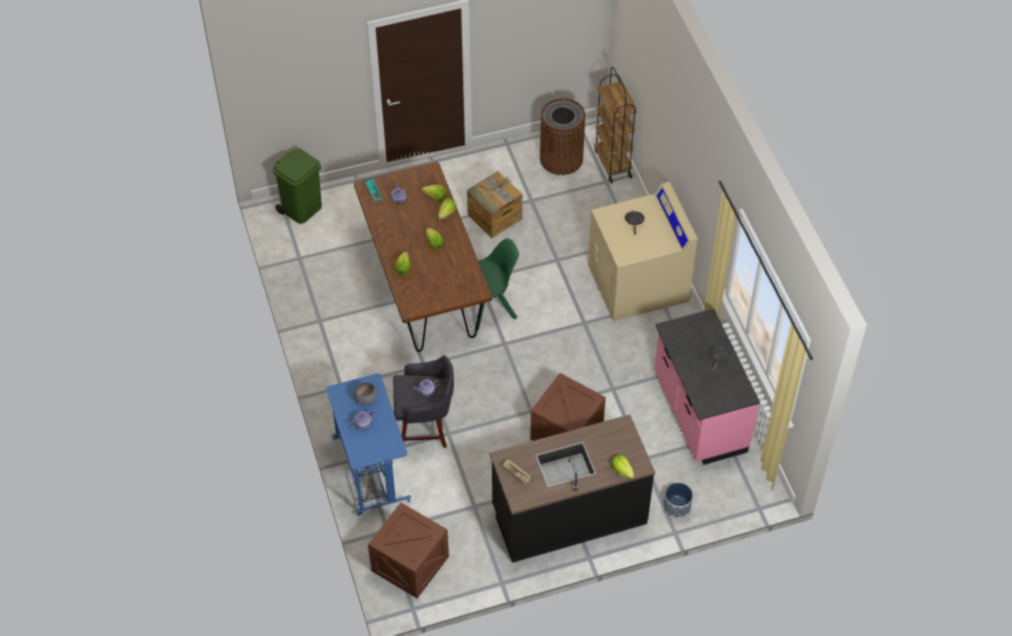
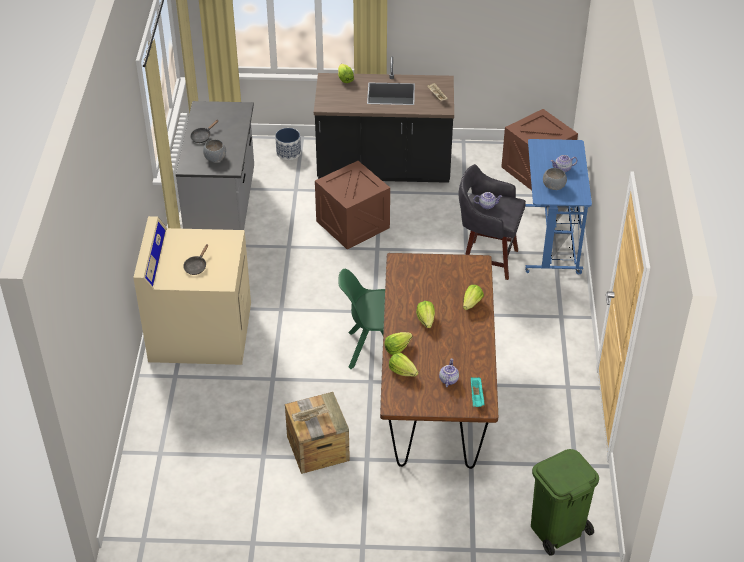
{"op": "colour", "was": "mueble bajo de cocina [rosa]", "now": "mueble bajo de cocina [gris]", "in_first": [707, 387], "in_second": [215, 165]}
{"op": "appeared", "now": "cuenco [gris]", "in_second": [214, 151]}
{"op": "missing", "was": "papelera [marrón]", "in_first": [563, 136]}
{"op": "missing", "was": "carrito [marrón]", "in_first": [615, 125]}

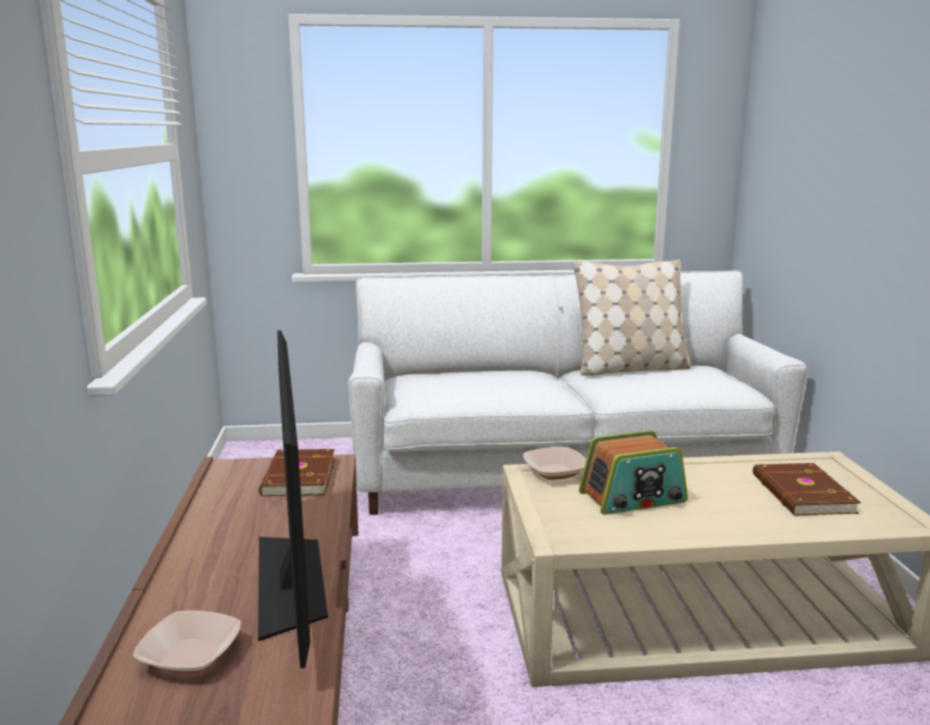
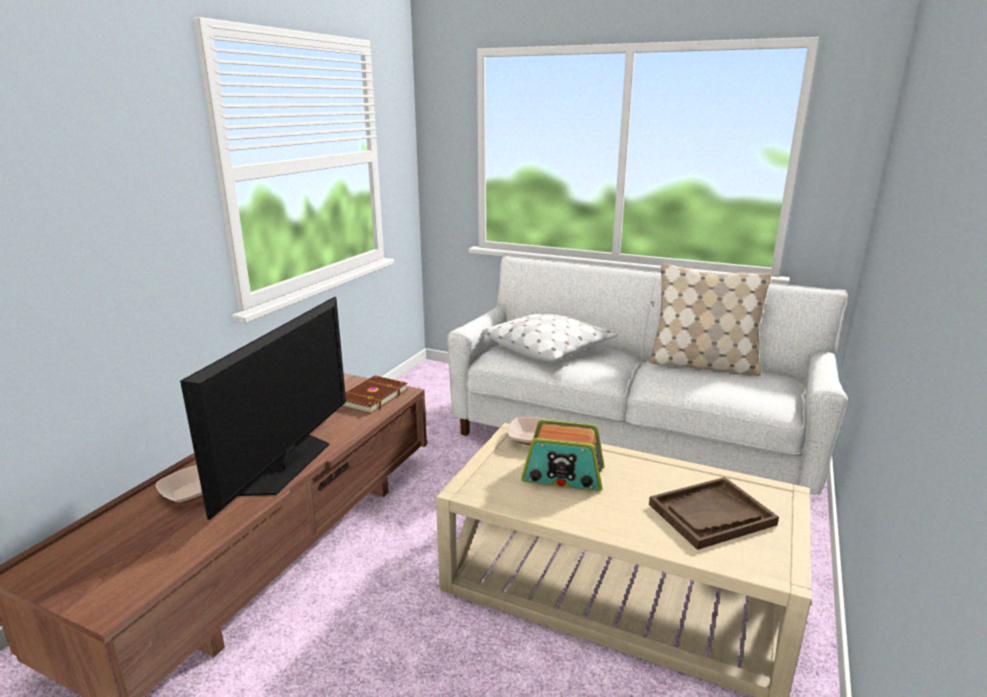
{"op": "appeared", "now": "cojín [blanco]", "in_second": [550, 337]}
{"op": "exchanged", "was": "libro [marrón]", "now": "bandeja [marrón]", "in_first": [807, 489], "in_second": [714, 513]}

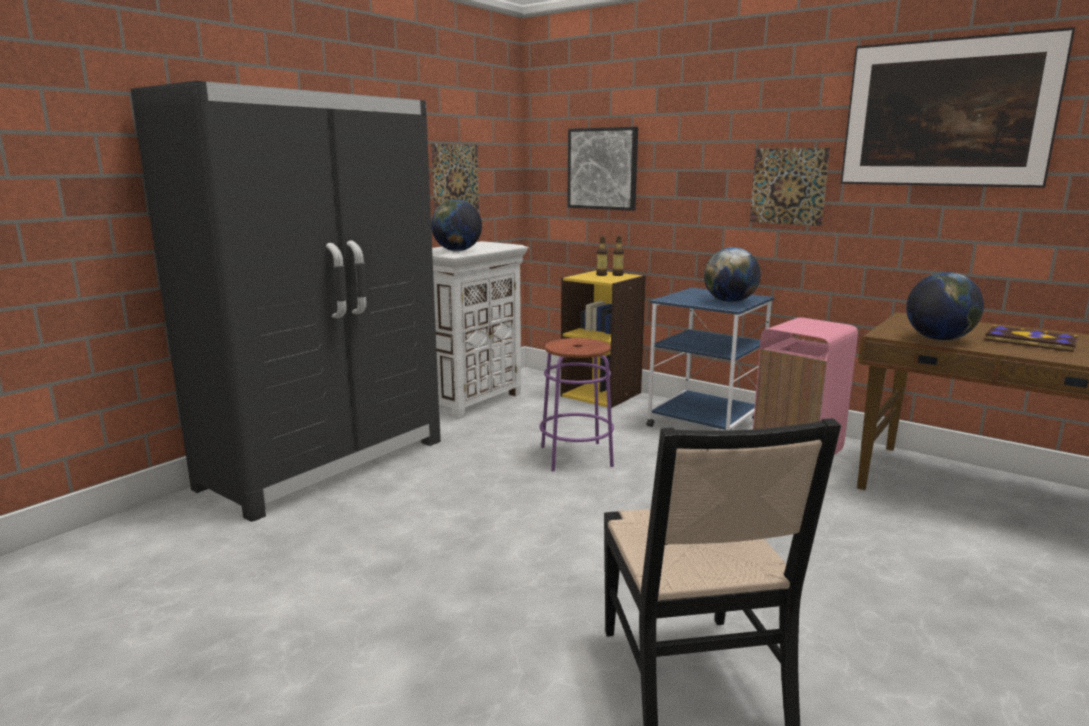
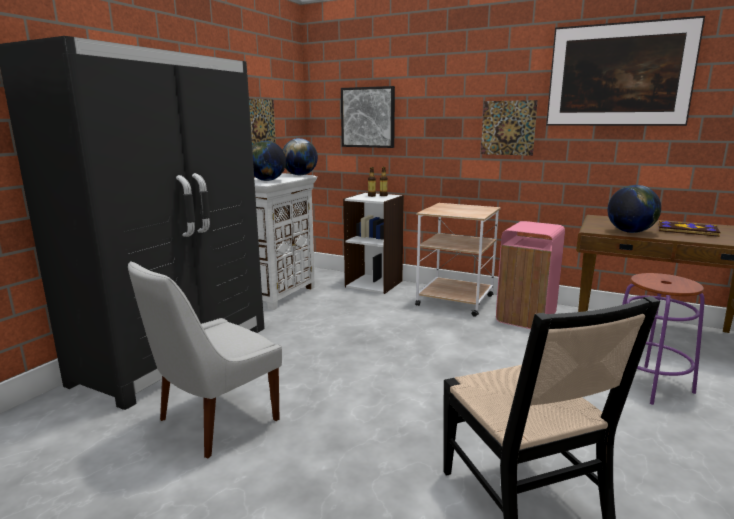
{"op": "appeared", "now": "silla [blanco]", "in_second": [205, 359]}
{"op": "relocated", "was": "globo terráqueo", "in_first": [732, 274], "in_second": [300, 156]}
{"op": "colour", "was": "estantería [amarillo]", "now": "estantería [blanco]", "in_first": [603, 339], "in_second": [373, 243]}
{"op": "colour", "was": "carrito [azul]", "now": "carrito [beis]", "in_first": [710, 358], "in_second": [458, 260]}
{"op": "relocated", "was": "taburete [morado]", "in_first": [576, 404], "in_second": [663, 339]}

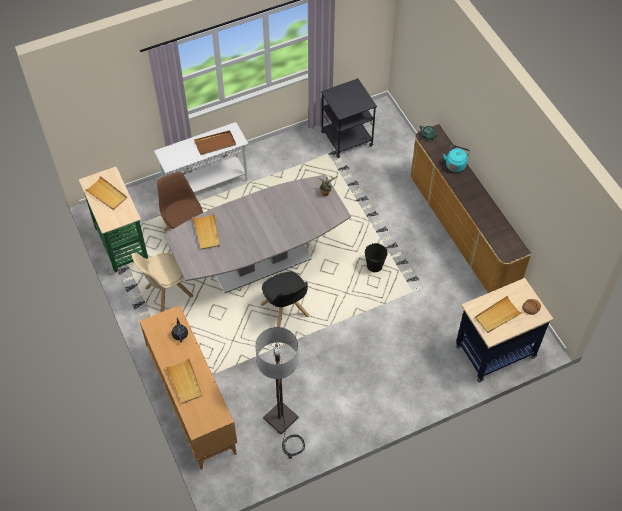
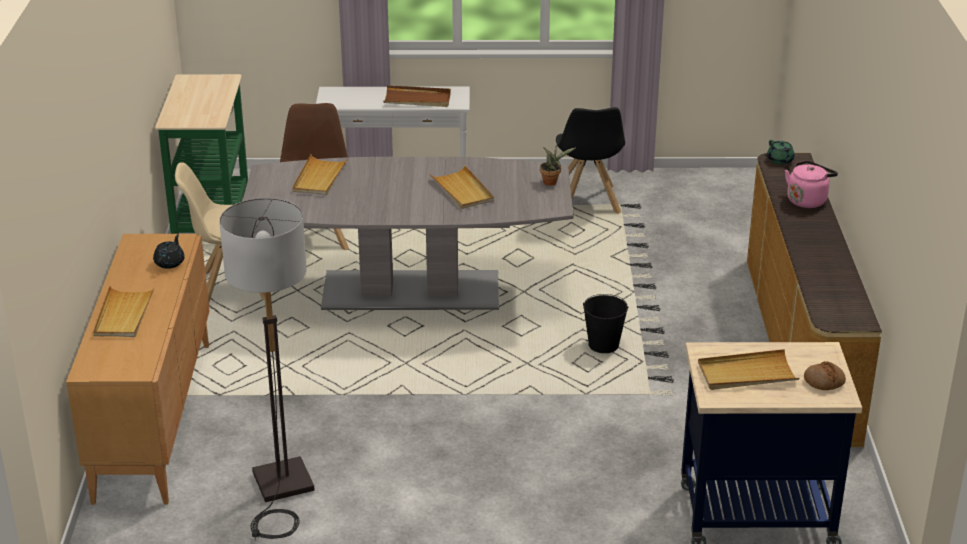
{"op": "relocated", "was": "bandeja [beis]", "in_first": [105, 193], "in_second": [461, 187]}
{"op": "relocated", "was": "silla [negro]", "in_first": [285, 299], "in_second": [590, 160]}
{"op": "colour", "was": "hervidor [turquesa]", "now": "hervidor [rosa]", "in_first": [456, 158], "in_second": [811, 184]}
{"op": "missing", "was": "carrito [negro]", "in_first": [349, 118]}

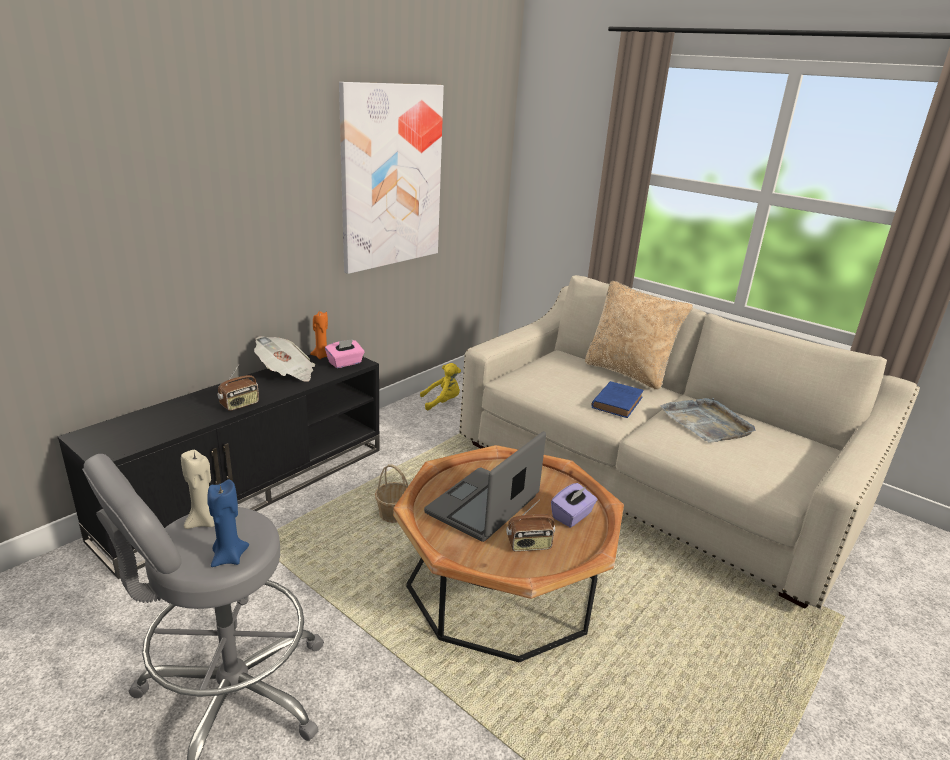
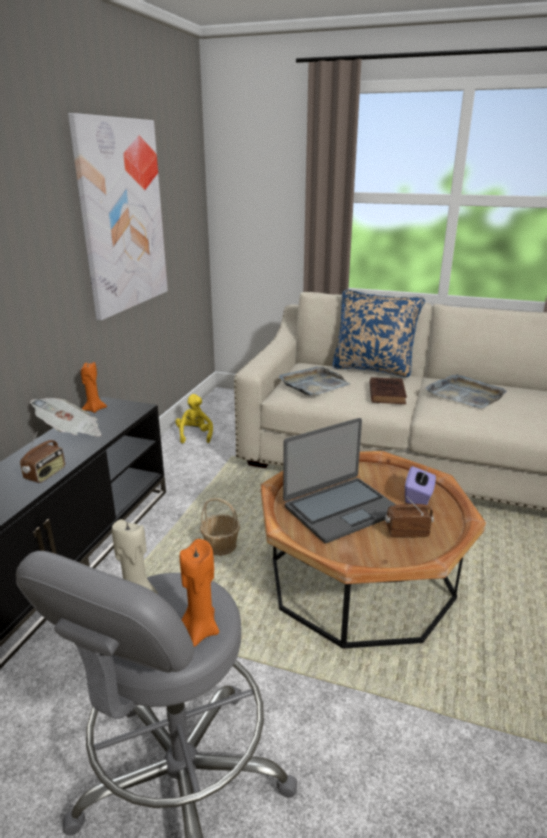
{"op": "spun", "was": "peluche [amarillo]", "in_first": [440, 386], "in_second": [194, 418], "clockwise": -60}
{"op": "colour", "was": "vela [azul]", "now": "vela [naranja]", "in_first": [228, 523], "in_second": [199, 593]}
{"op": "appeared", "now": "bandeja [gris]", "in_second": [315, 381]}
{"op": "spun", "was": "portátil", "in_first": [485, 486], "in_second": [339, 480], "clockwise": -135}
{"op": "colour", "was": "cojín [beis]", "now": "cojín [azul]", "in_first": [639, 335], "in_second": [379, 333]}
{"op": "colour", "was": "libro [azul]", "now": "libro [marrón]", "in_first": [617, 399], "in_second": [388, 390]}
{"op": "spun", "was": "radio", "in_first": [530, 526], "in_second": [409, 517], "clockwise": -150}
{"op": "missing", "was": "caja de pañuelos [rosa]", "in_first": [345, 353]}

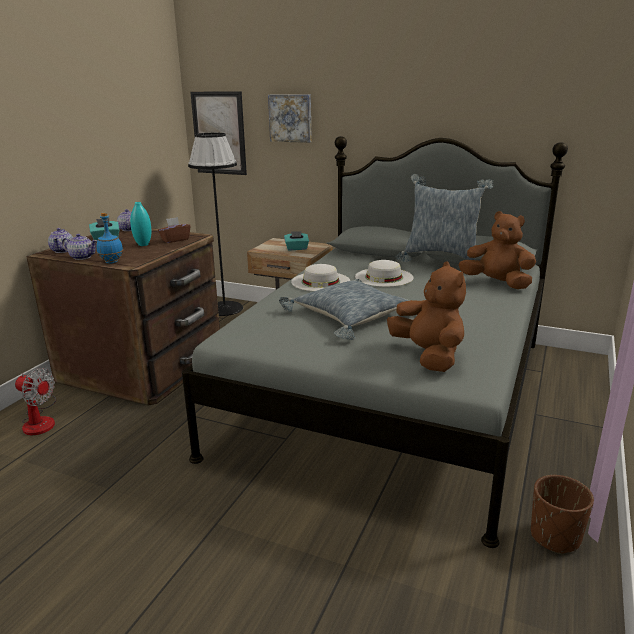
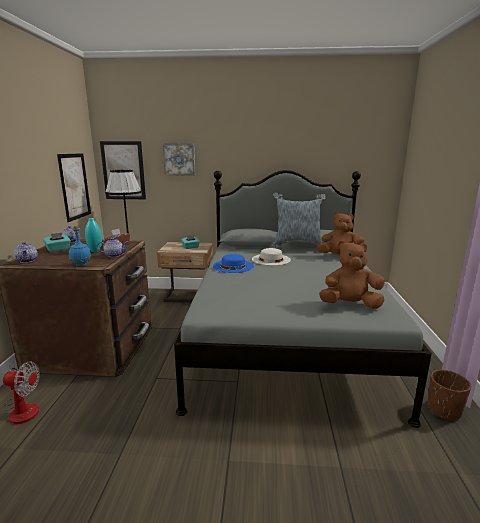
{"op": "appeared", "now": "cuadro", "in_second": [74, 187]}
{"op": "relocated", "was": "tetera", "in_first": [79, 247], "in_second": [112, 247]}
{"op": "colour", "was": "sombrero [blanco]", "now": "sombrero [azul]", "in_first": [320, 277], "in_second": [233, 263]}
{"op": "spun", "was": "peluche [marrón]", "in_first": [426, 316], "in_second": [352, 275], "clockwise": -45}
{"op": "missing", "was": "cojín", "in_first": [344, 309]}

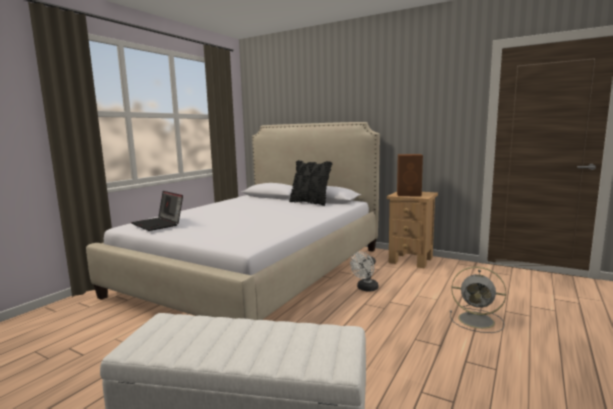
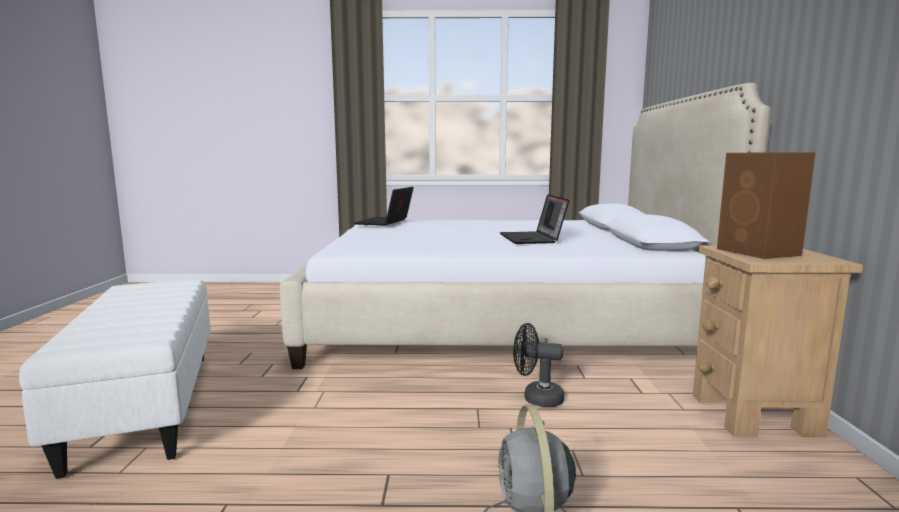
{"op": "appeared", "now": "portátil", "in_second": [534, 219]}
{"op": "colour", "was": "ventilador [blanco]", "now": "ventilador [negro]", "in_first": [364, 271], "in_second": [538, 365]}
{"op": "missing", "was": "cojín [negro]", "in_first": [310, 183]}

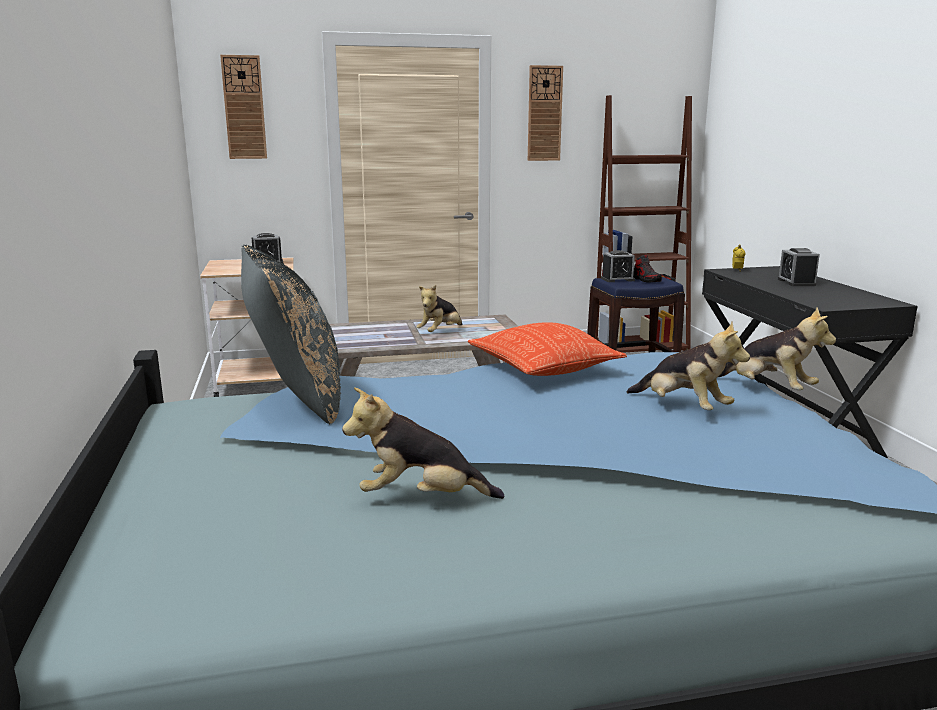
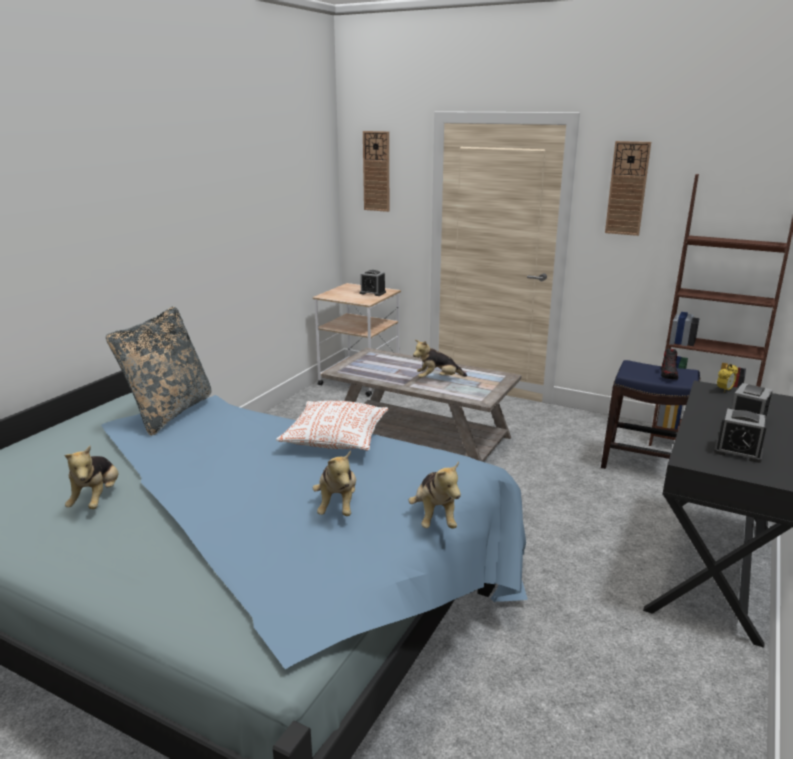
{"op": "spun", "was": "peluche", "in_first": [423, 443], "in_second": [92, 477], "clockwise": -135}
{"op": "colour", "was": "cojín [naranja]", "now": "cojín [blanco]", "in_first": [547, 349], "in_second": [332, 425]}
{"op": "relocated", "was": "despertador", "in_first": [618, 266], "in_second": [740, 435]}

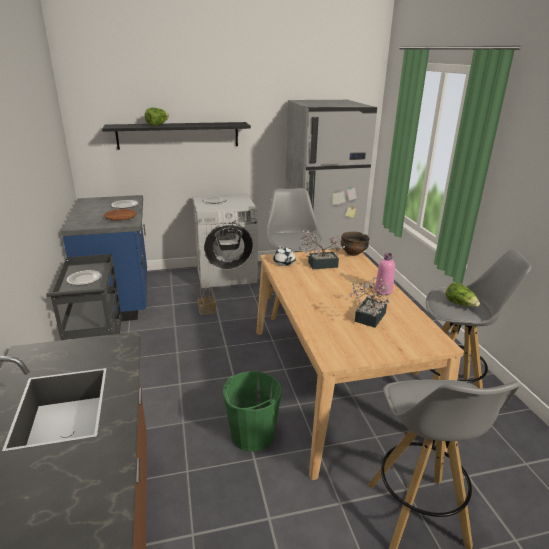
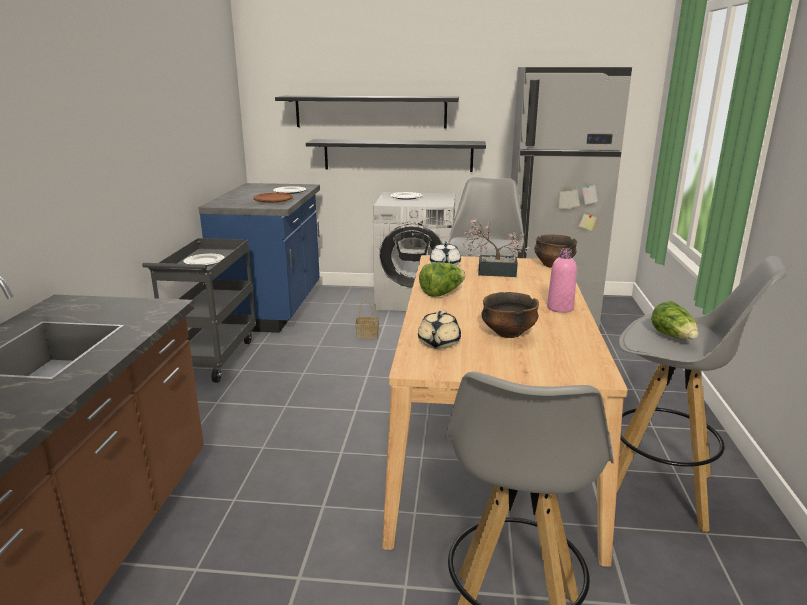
{"op": "appeared", "now": "estante [negro]", "in_second": [396, 155]}
{"op": "appeared", "now": "tetera [beis]", "in_second": [439, 330]}
{"op": "relocated", "was": "lechuga", "in_first": [156, 117], "in_second": [442, 279]}
{"op": "exchanged", "was": "planta en maceta", "now": "cuenco", "in_first": [370, 302], "in_second": [510, 315]}
{"op": "missing", "was": "cubo [verde]", "in_first": [252, 411]}

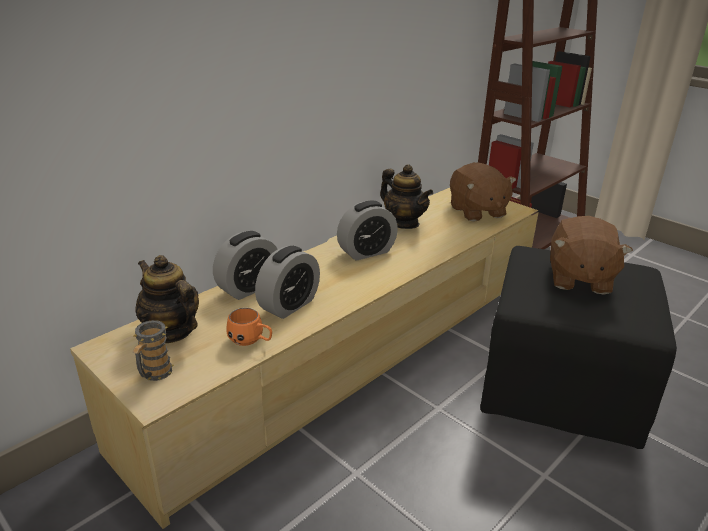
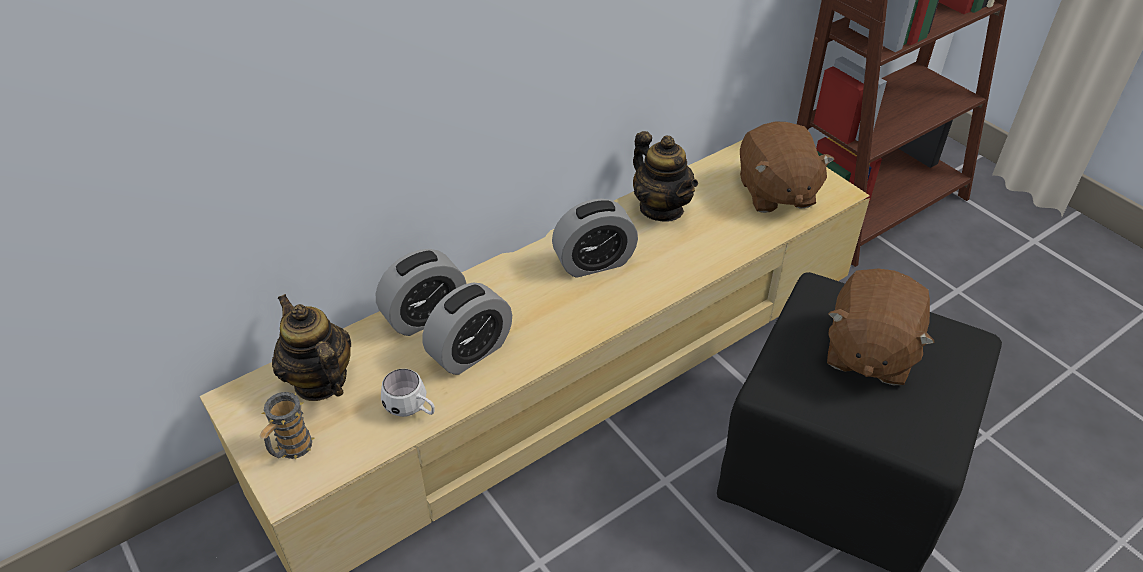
{"op": "colour", "was": "taza grande [naranja]", "now": "taza grande [blanco]", "in_first": [249, 327], "in_second": [408, 393]}

